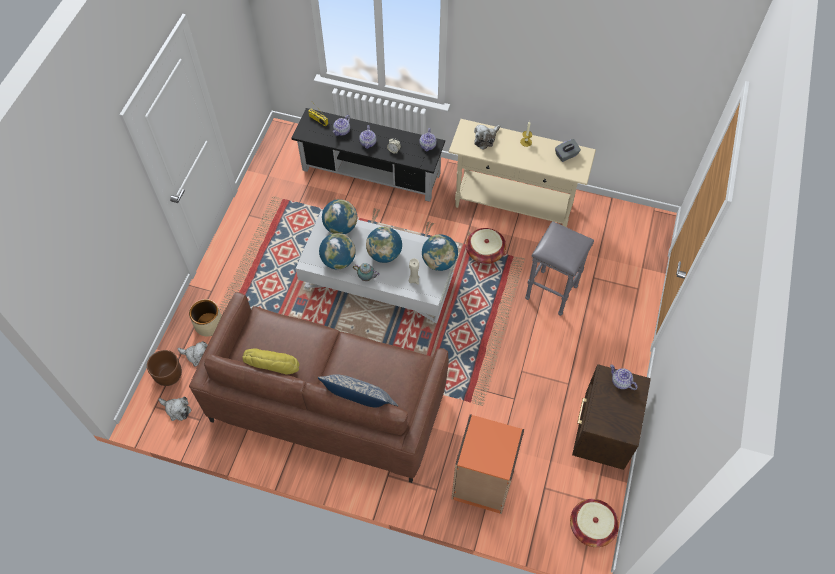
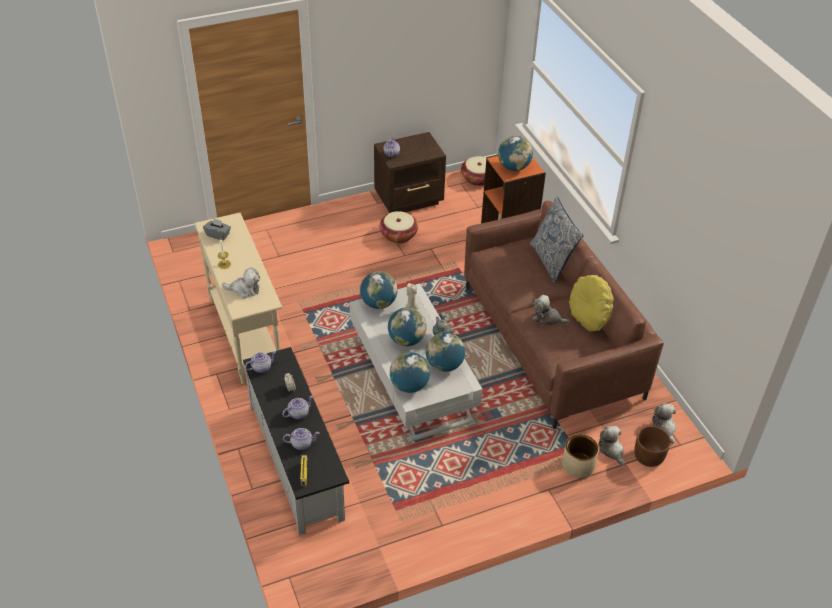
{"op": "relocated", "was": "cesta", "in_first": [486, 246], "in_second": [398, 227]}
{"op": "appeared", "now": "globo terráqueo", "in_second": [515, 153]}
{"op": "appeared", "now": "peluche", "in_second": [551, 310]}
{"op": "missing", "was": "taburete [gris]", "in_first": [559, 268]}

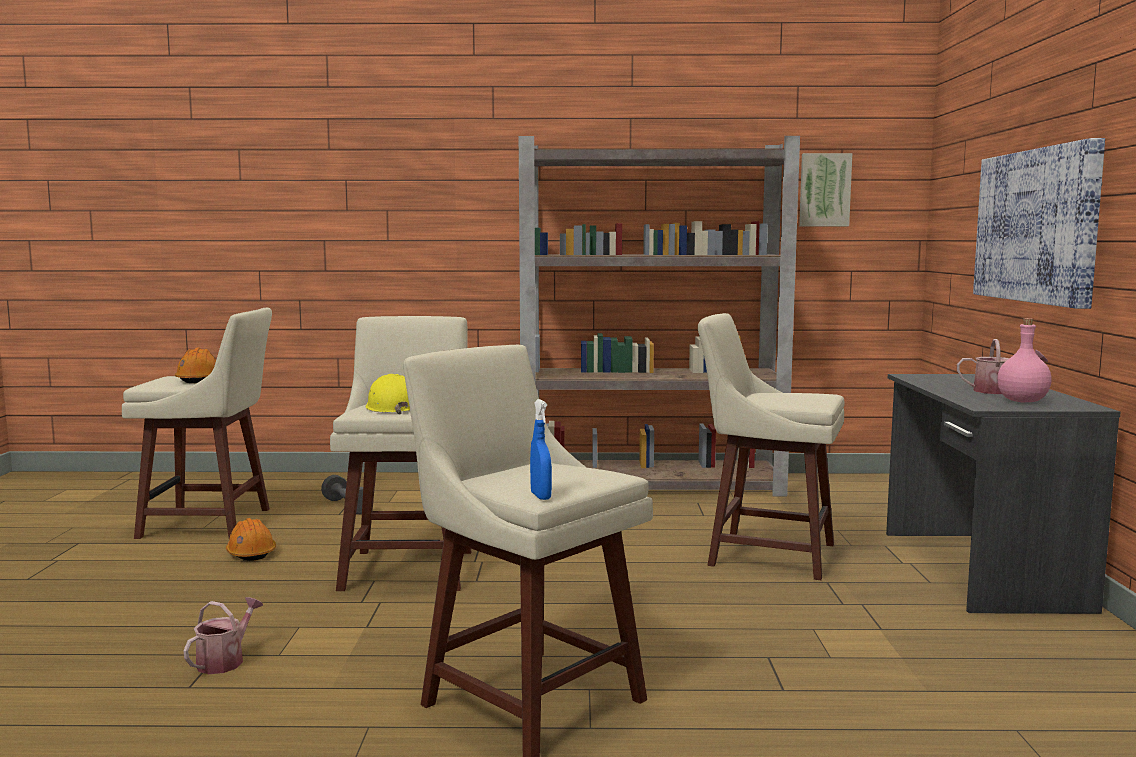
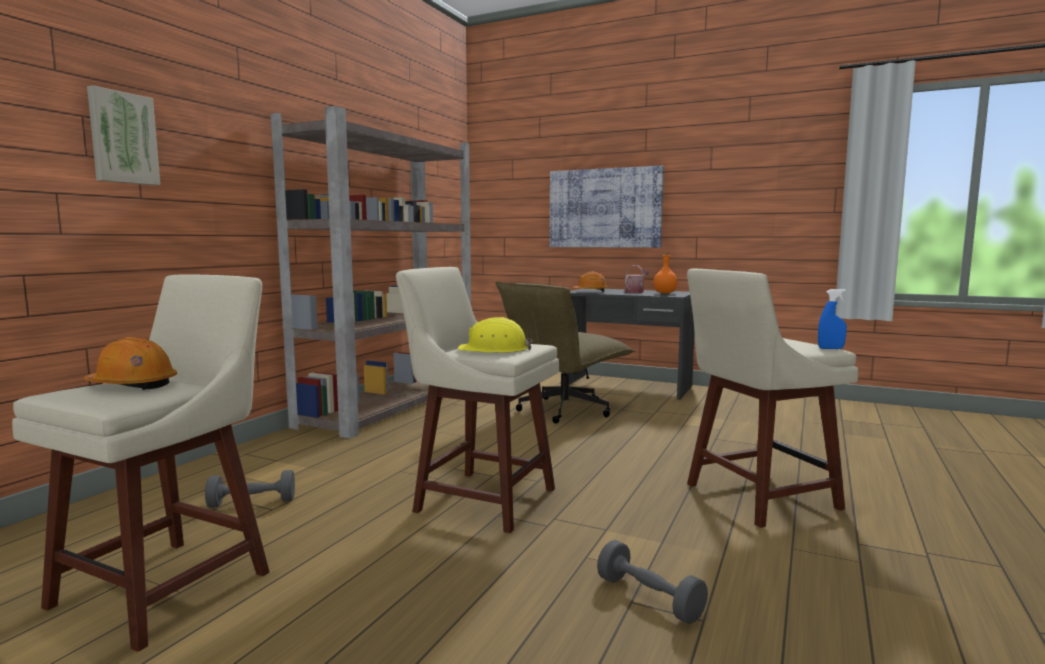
{"op": "relocated", "was": "cuadro", "in_first": [825, 189], "in_second": [123, 135]}
{"op": "exchanged", "was": "taburete [beis]", "now": "silla de oficina [beis]", "in_first": [771, 446], "in_second": [566, 352]}
{"op": "relocated", "was": "casco [naranja]", "in_first": [251, 539], "in_second": [590, 281]}
{"op": "exchanged", "was": "regadera", "now": "mancuerna [gris]", "in_first": [223, 635], "in_second": [652, 582]}
{"op": "colour", "was": "botella [rosa]", "now": "botella [naranja]", "in_first": [1024, 360], "in_second": [665, 272]}

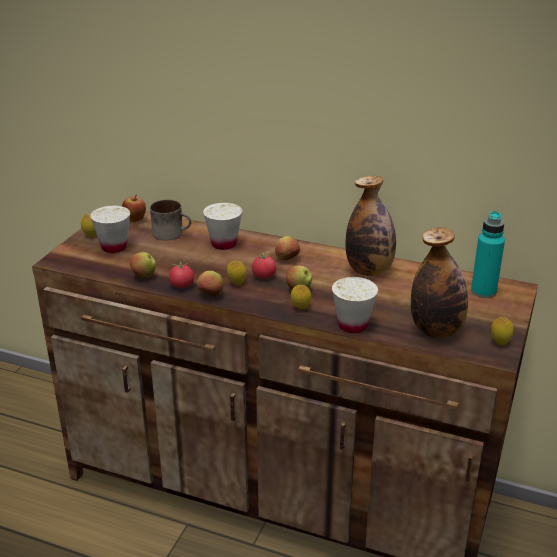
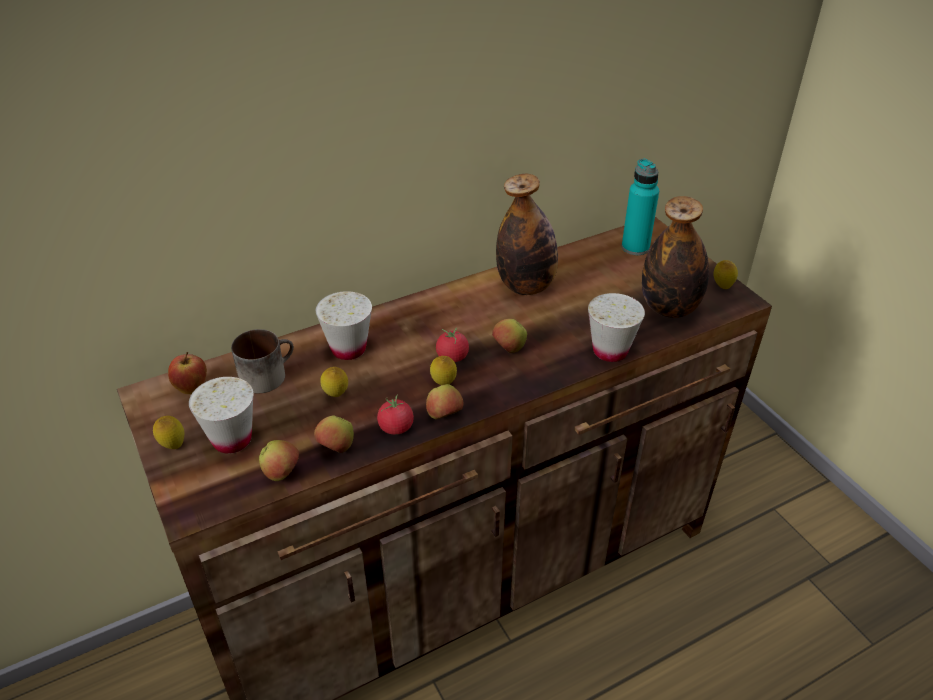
{"op": "relocated", "was": "manzana", "in_first": [287, 248], "in_second": [279, 460]}
{"op": "relocated", "was": "limón", "in_first": [301, 297], "in_second": [334, 382]}

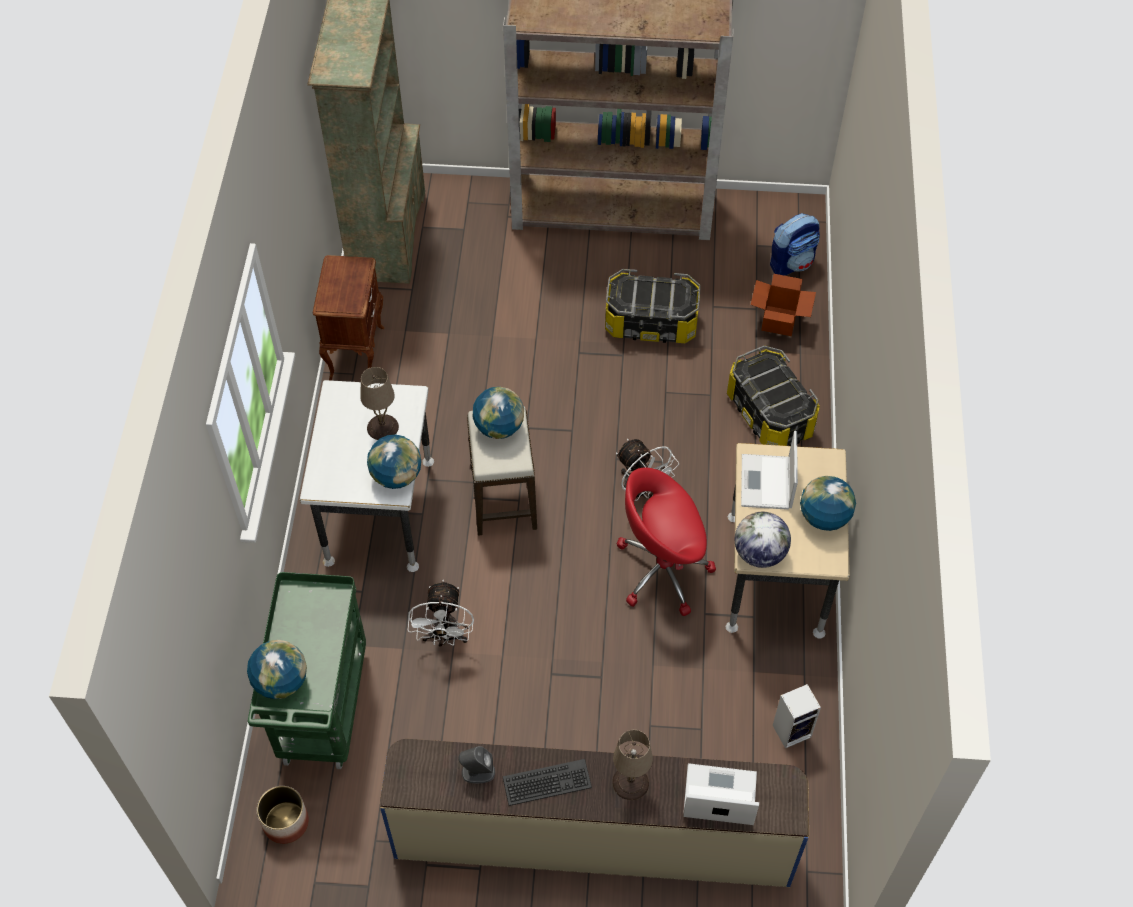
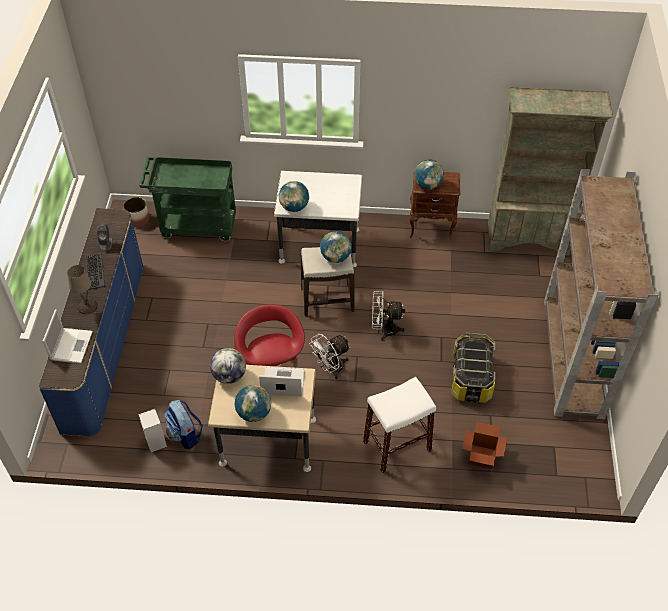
{"op": "relocated", "was": "mochila", "in_first": [795, 244], "in_second": [183, 424]}
{"op": "exchanged", "was": "caja de almacenaje", "now": "taburete [blanco]", "in_first": [773, 396], "in_second": [399, 425]}
{"op": "relocated", "was": "ventilador [blanco]", "in_first": [441, 613], "in_second": [388, 316]}
{"op": "relocated", "was": "globo terráqueo", "in_first": [277, 669], "in_second": [429, 174]}
{"op": "missing", "was": "lámpara de mesa [beis]", "in_first": [379, 403]}

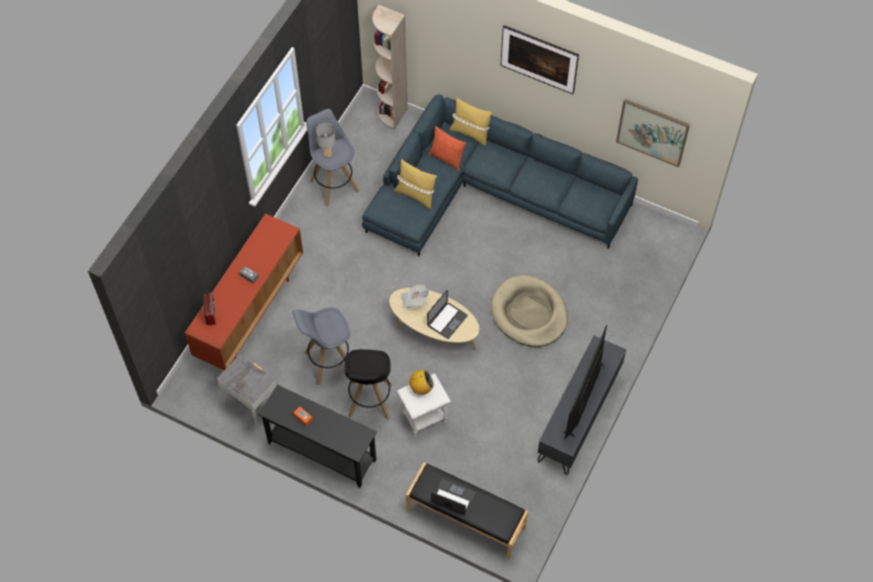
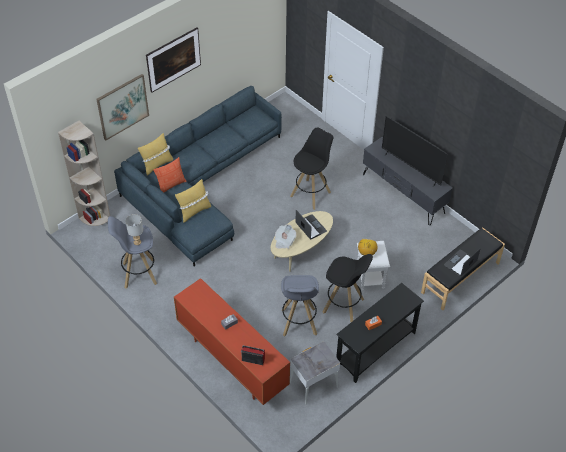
{"op": "relocated", "was": "cuadro", "in_first": [653, 133], "in_second": [122, 107]}
{"op": "exchanged", "was": "cama para perro [beis]", "now": "taburete [negro]", "in_first": [529, 311], "in_second": [312, 169]}

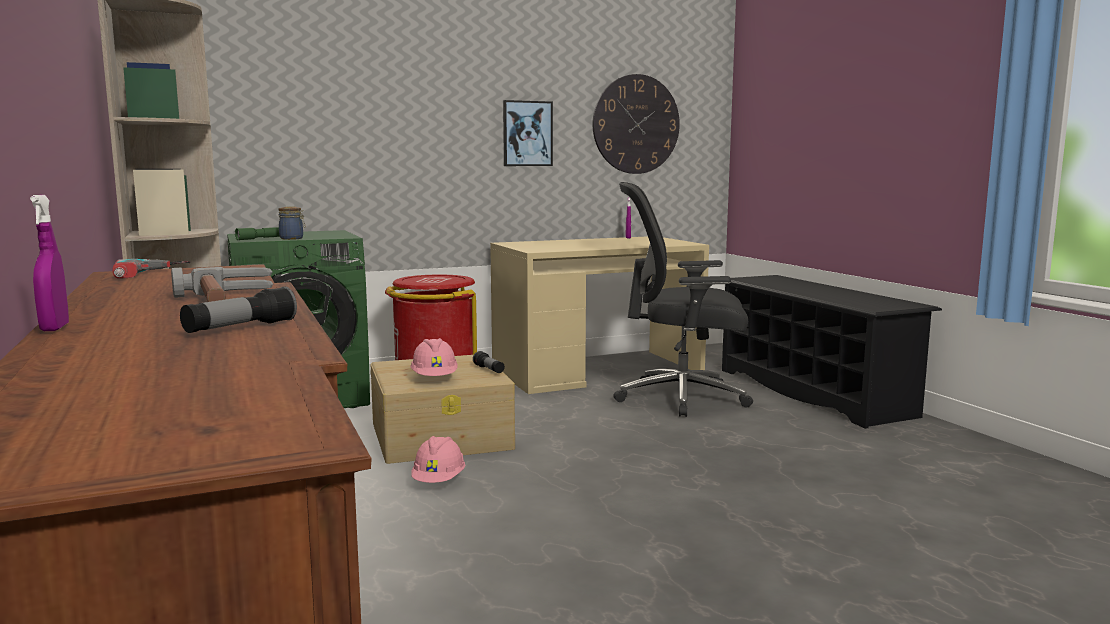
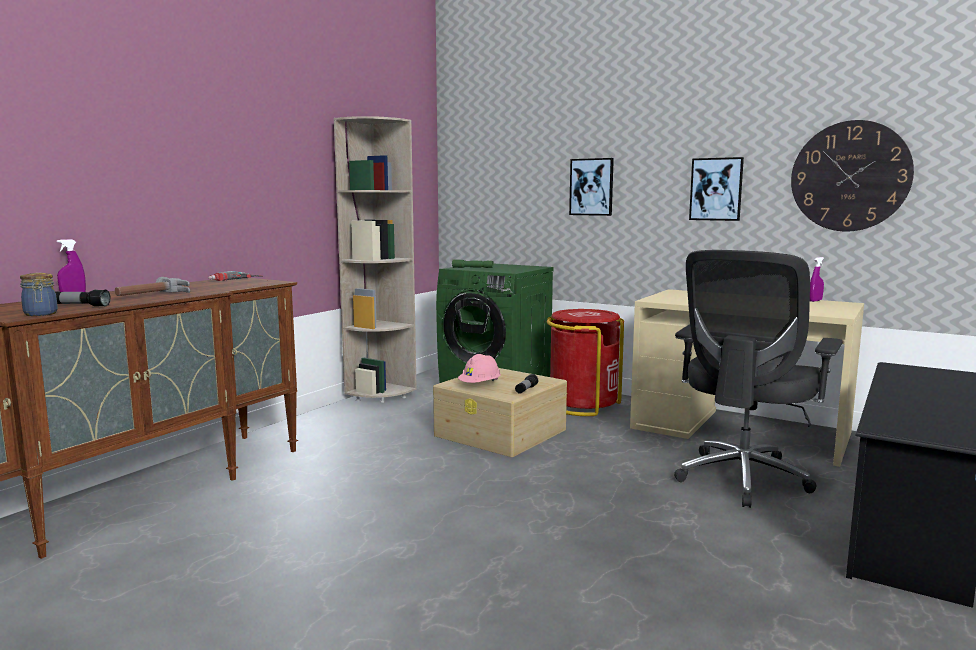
{"op": "relocated", "was": "tarro", "in_first": [292, 223], "in_second": [39, 294]}
{"op": "appeared", "now": "cuadro", "in_second": [591, 187]}
{"op": "spun", "was": "silla de oficina", "in_first": [683, 299], "in_second": [758, 379], "clockwise": -120}
{"op": "missing", "was": "casco [rosa]", "in_first": [438, 459]}

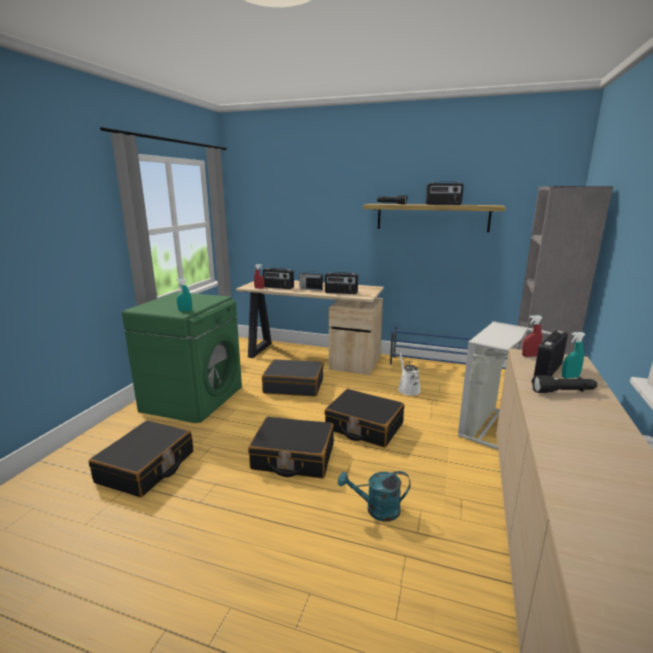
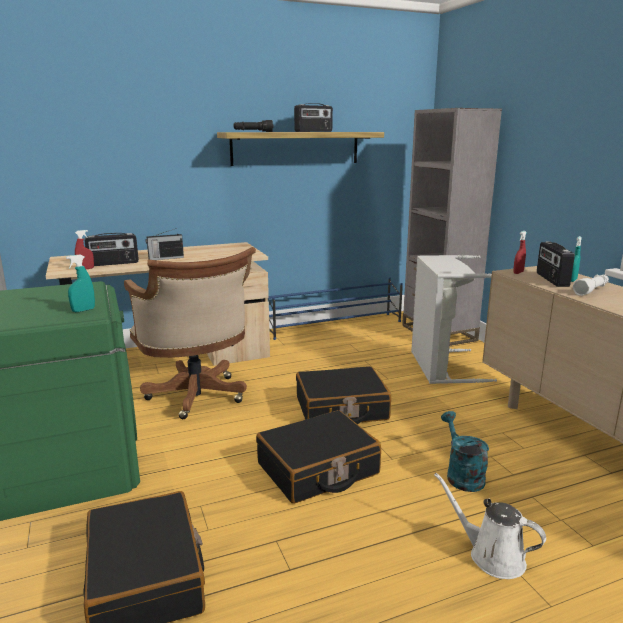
{"op": "exchanged", "was": "maleta [negro]", "now": "silla de oficina", "in_first": [293, 377], "in_second": [190, 333]}
{"op": "relocated", "was": "regadera [blanco]", "in_first": [409, 373], "in_second": [490, 526]}
{"op": "spun", "was": "regadera [turquesa]", "in_first": [374, 496], "in_second": [465, 451], "clockwise": 120}
{"op": "colour", "was": "linterna [negro]", "now": "linterna [blanco]", "in_first": [564, 384], "in_second": [591, 285]}
{"op": "missing", "was": "radio", "in_first": [341, 283]}

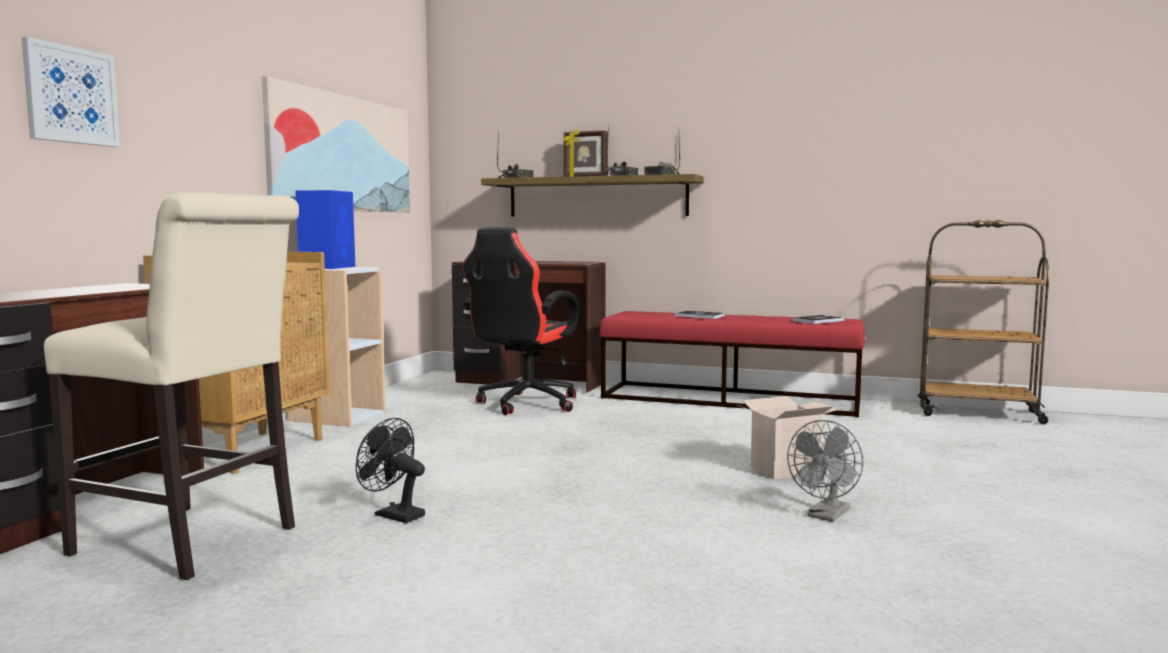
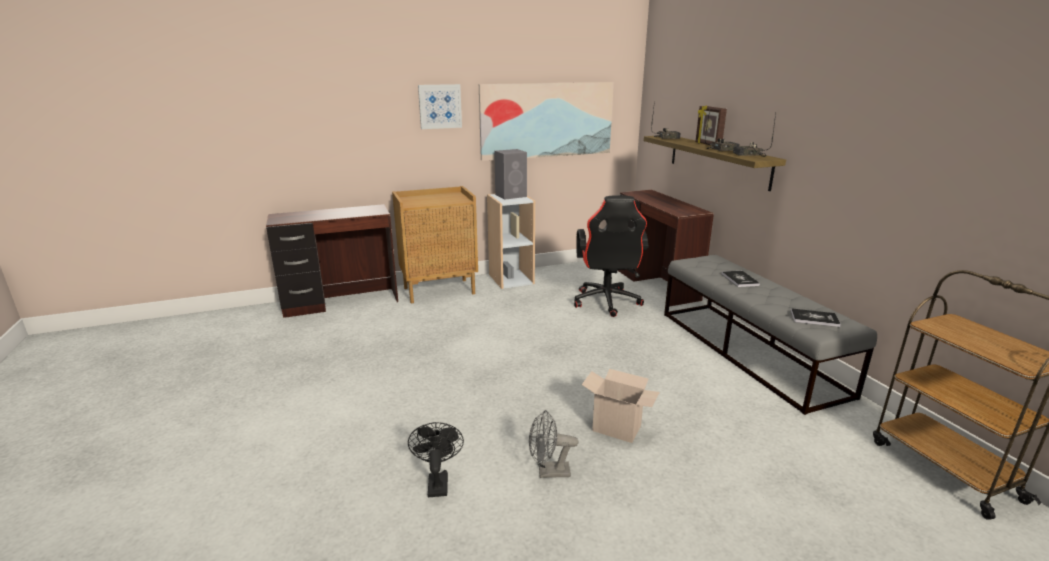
{"op": "relocated", "was": "ventilador [negro]", "in_first": [390, 470], "in_second": [436, 459]}
{"op": "relocated", "was": "cuadro", "in_first": [71, 92], "in_second": [440, 106]}
{"op": "colour", "was": "altavoz [azul]", "now": "altavoz [gris]", "in_first": [325, 229], "in_second": [510, 174]}
{"op": "spun", "was": "silla de oficina [negro]", "in_first": [521, 321], "in_second": [611, 256], "clockwise": -75}
{"op": "colour", "was": "banco [rojo]", "now": "banco [gris]", "in_first": [732, 364], "in_second": [770, 335]}
{"op": "missing", "was": "taburete [beis]", "in_first": [171, 386]}

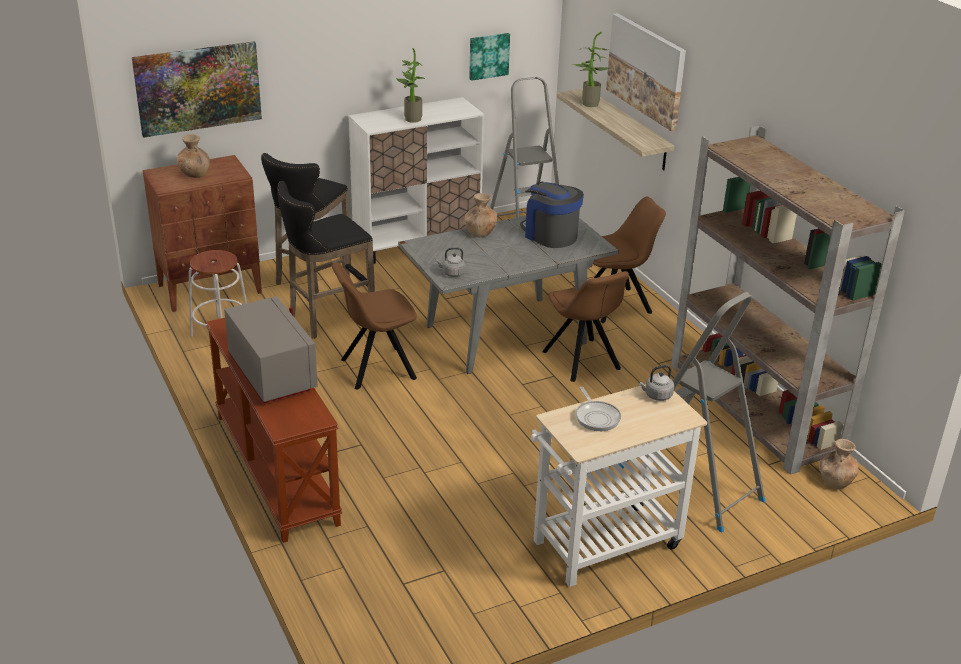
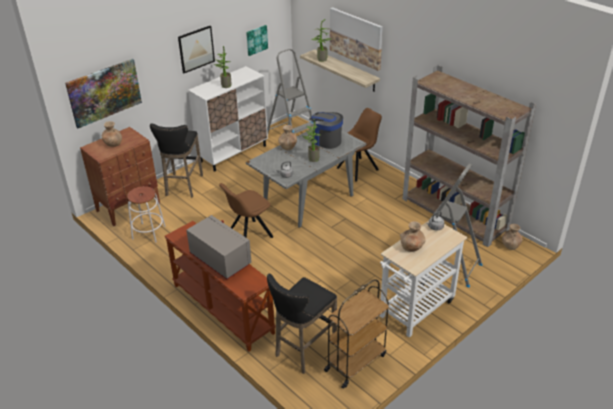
{"op": "appeared", "now": "cuadro", "in_second": [196, 49]}
{"op": "relocated", "was": "taburete [negro]", "in_first": [326, 260], "in_second": [302, 324]}
{"op": "appeared", "now": "planta en maceta", "in_second": [312, 140]}
{"op": "appeared", "now": "carrito [marrón]", "in_second": [356, 334]}
{"op": "exchanged", "was": "sartén", "now": "florero [marrón]", "in_first": [598, 409], "in_second": [413, 236]}
{"op": "missing", "was": "silla [marrón]", "in_first": [585, 326]}

